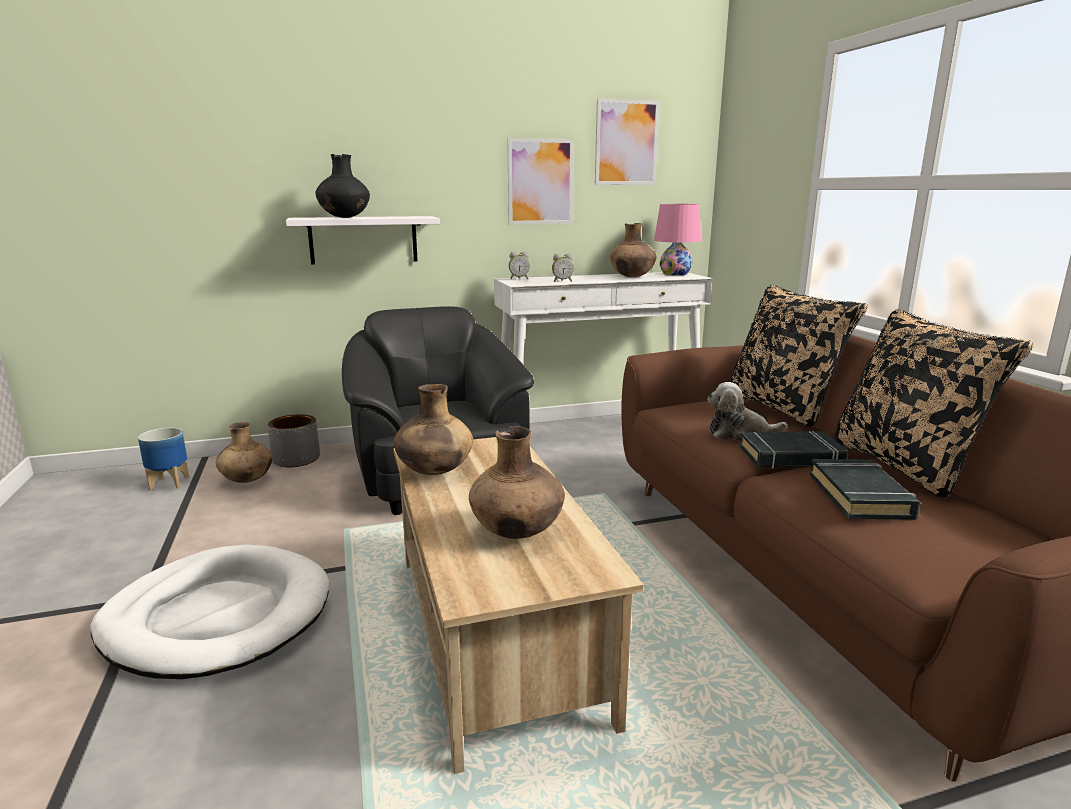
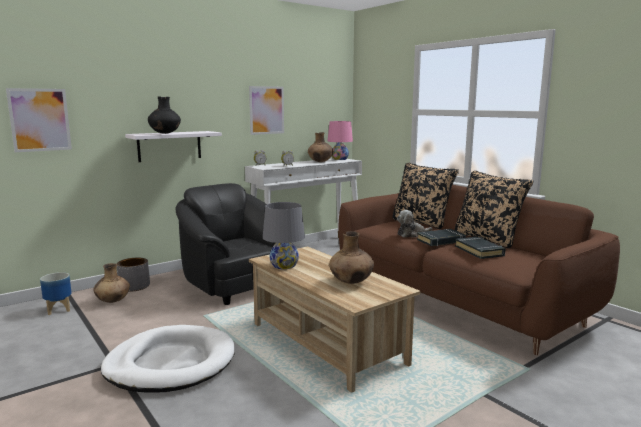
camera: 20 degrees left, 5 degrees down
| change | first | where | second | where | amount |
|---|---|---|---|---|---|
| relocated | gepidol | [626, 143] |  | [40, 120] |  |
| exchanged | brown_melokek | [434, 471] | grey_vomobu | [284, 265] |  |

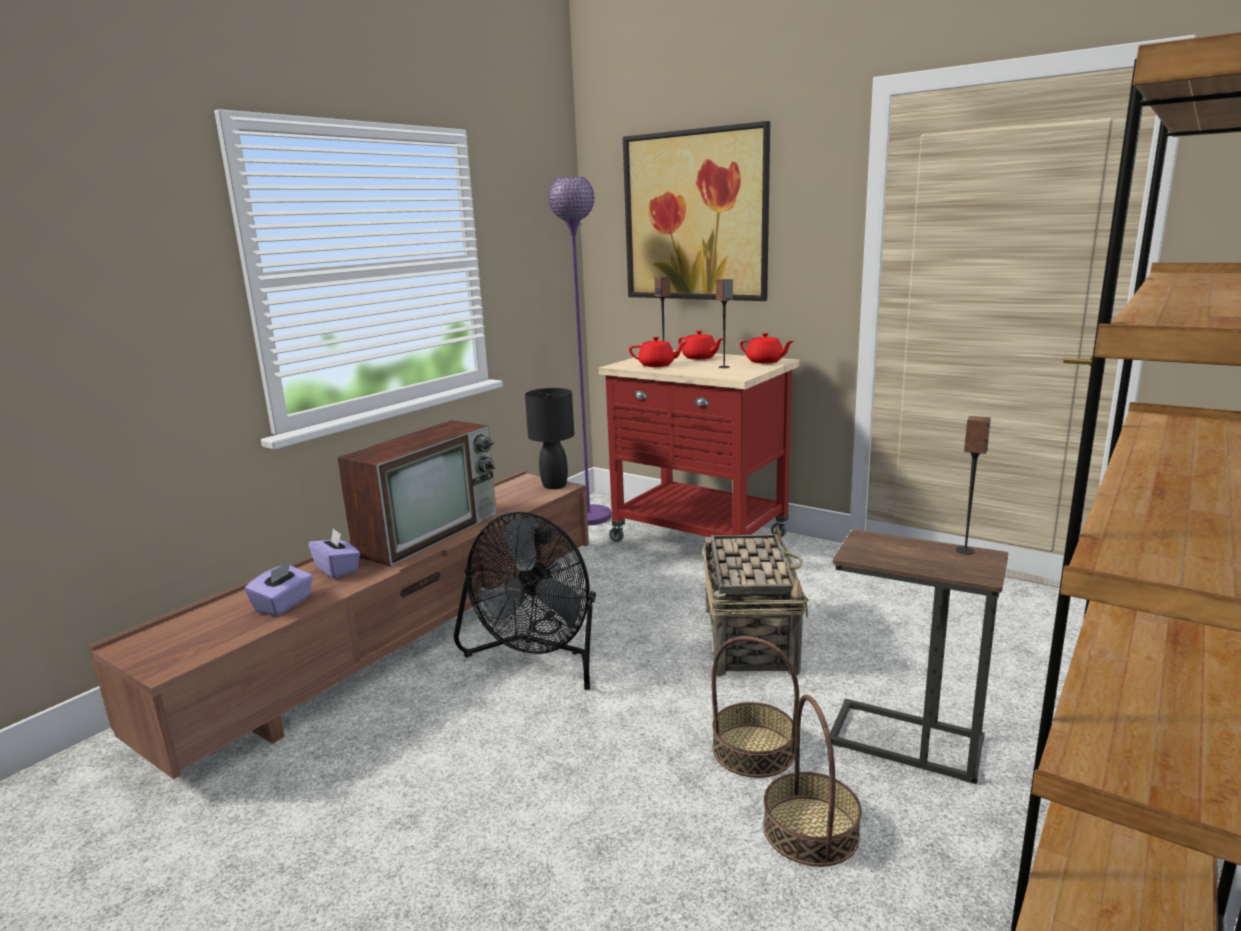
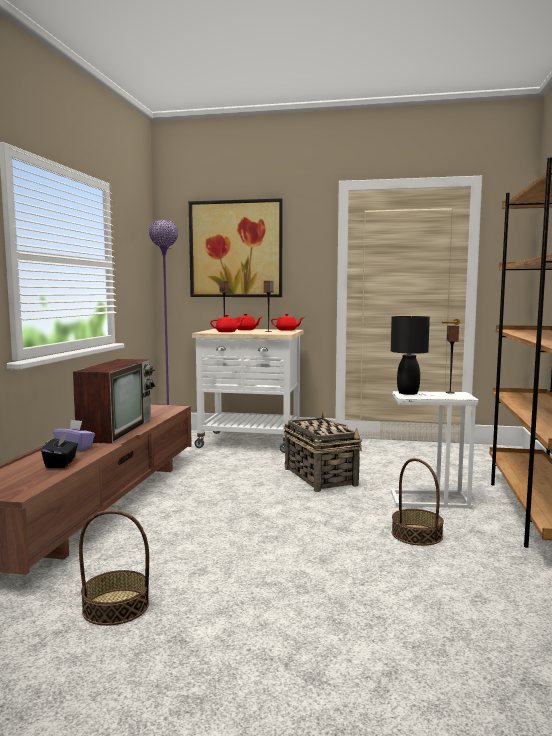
camera: 25 degrees left, 10 degrees down
| change | first | where | second | where | amount |
|---|---|---|---|---|---|
| colour | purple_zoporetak | [284, 604] | black_zoporetak | [61, 463] |  |
| relocated | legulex | [753, 750] |  | [116, 607] |  |
| colour | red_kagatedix | [700, 539] | white_kagatedix | [250, 442] |  |
| relocated | black_vomobu | [554, 485] |  | [407, 393] |  |
| colour | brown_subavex | [906, 740] | white_subavex | [430, 500] |  |
| missing | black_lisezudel | [536, 655] |  |  |  |

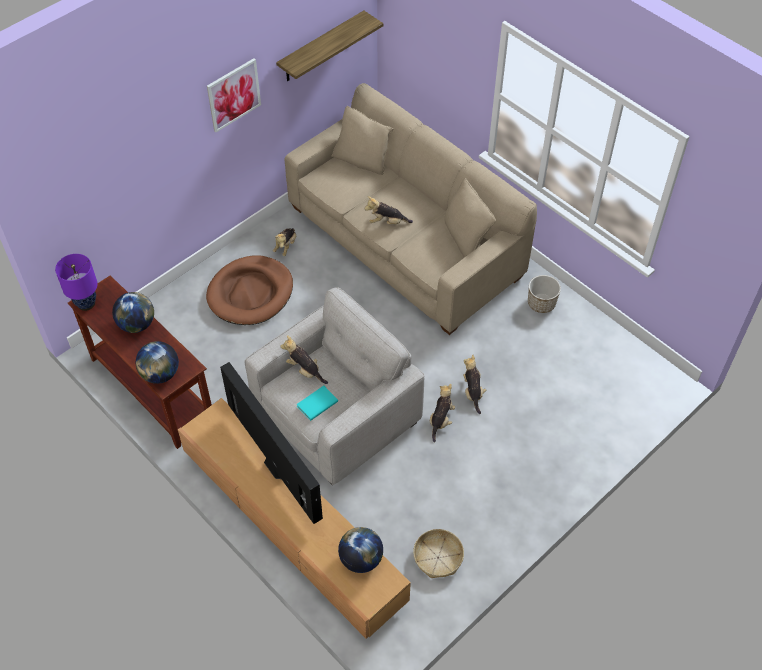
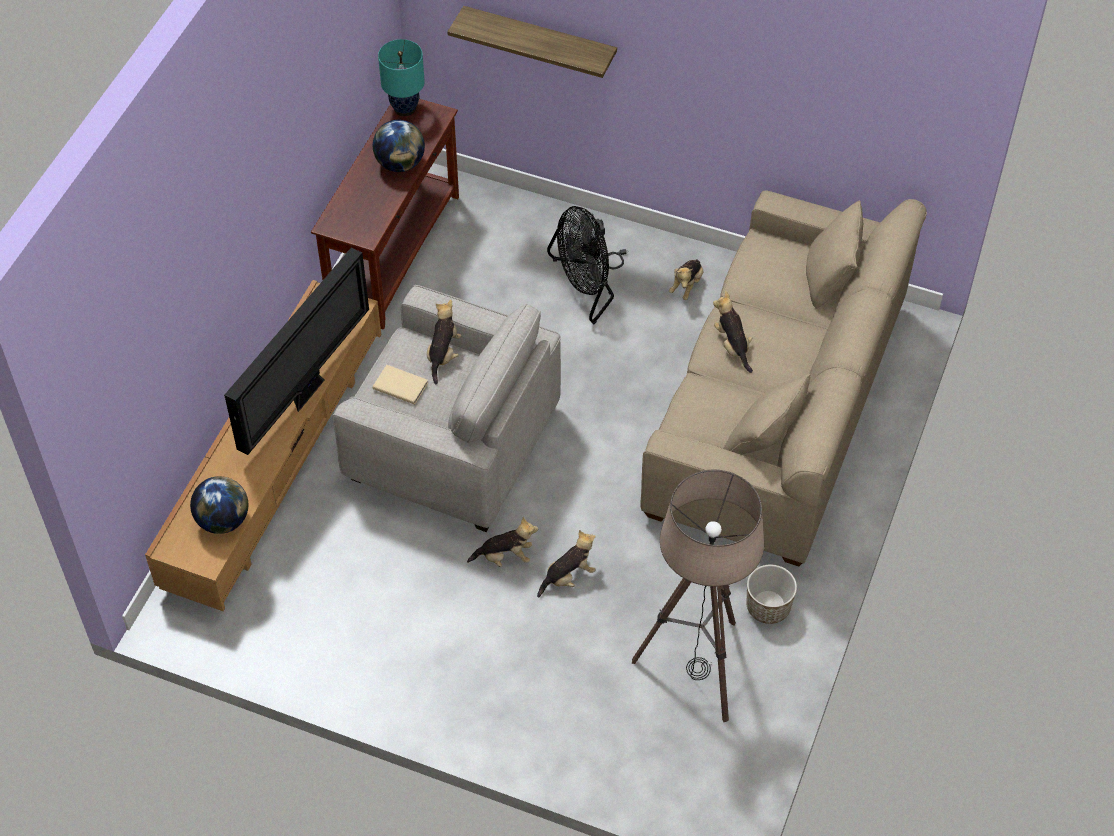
camera: 65 degrees right, 0 degrees up
| change | first | where | second | where | amount |
|---|---|---|---|---|---|
| colour | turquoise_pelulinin | [316, 403] | beige_pelulinin | [400, 385] |  |
| colour | purple_vomobu | [86, 303] | turquoise_vomobu | [405, 108] |  |
| relocated | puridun | [321, 47] |  | [539, 41] |  |
| exchanged | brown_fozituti | [250, 293] | black_lisezudel | [589, 282] |  |
| appeared |  |  | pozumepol | [696, 667] |  |
| spun | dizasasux | [286, 246] |  | [686, 285] | 60 degrees counterclockwise |
| missing | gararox | [160, 374] |  |  |  |
| missing | gepidol | [233, 94] |  |  |  |
| missing | legulex | [438, 557] |  |  |  |

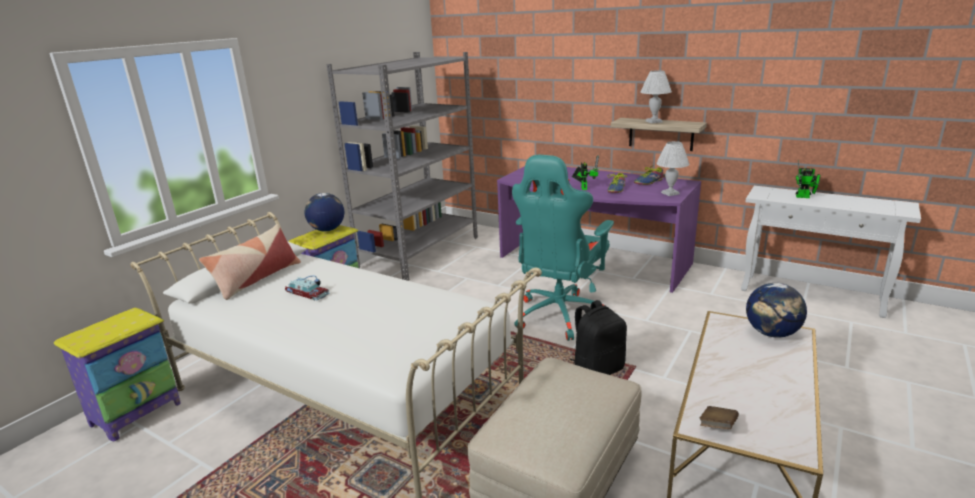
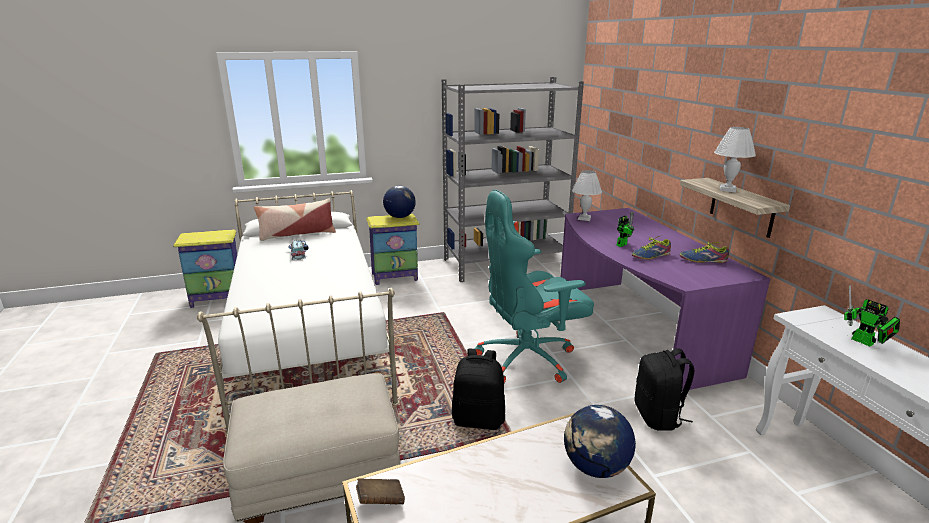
camera: 40 degrees right, 0 degrees up
| change | first | where | second | where | amount |
|---|---|---|---|---|---|
| relocated | white_vomobu | [670, 193] |  | [584, 218] |  |
| appeared |  |  | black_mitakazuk | [658, 417] |  |

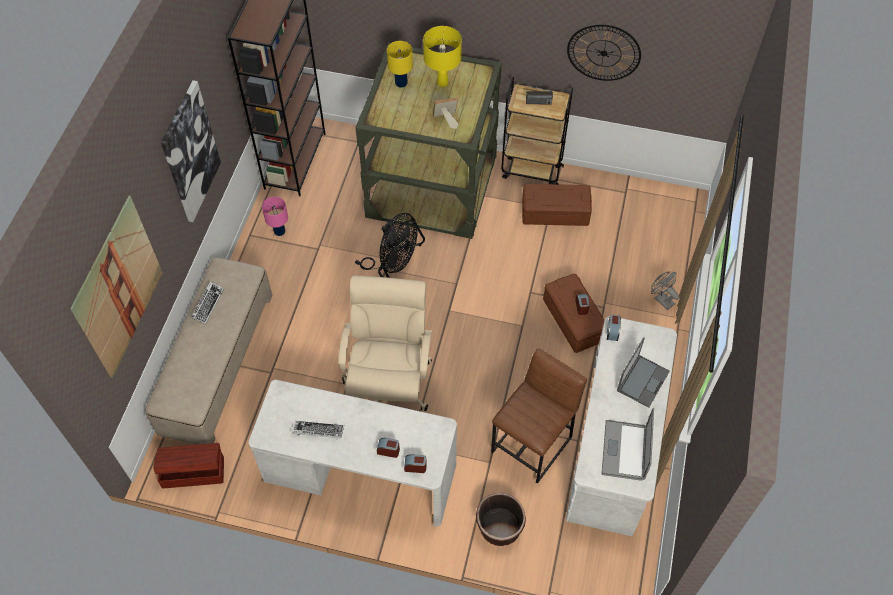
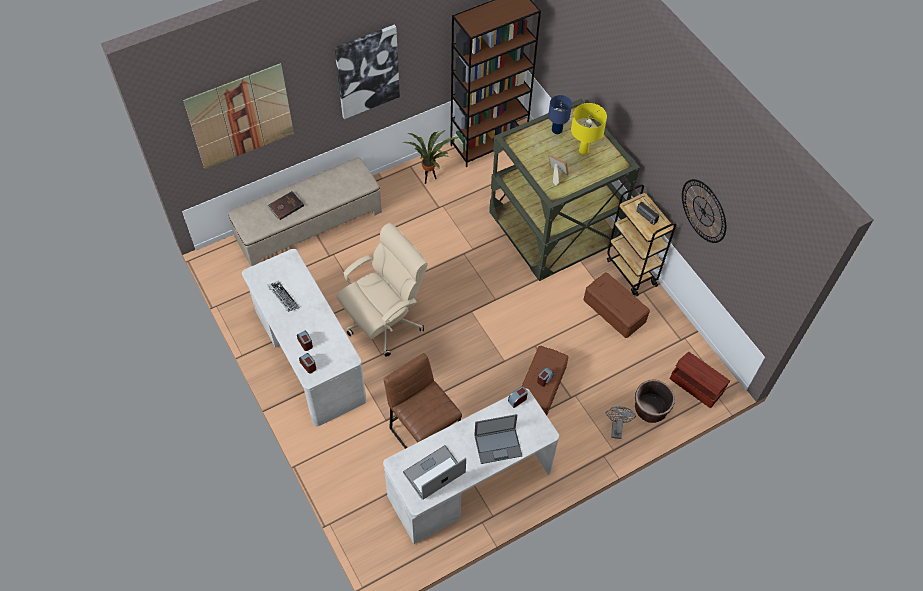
camera: 45 degrees right, 0 degrees up
| change | first | where | second | where | amount |
|---|---|---|---|---|---|
| appeared |  |  | brown_pelulinin | [285, 206] |  |
| spun | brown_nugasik | [532, 443] |  | [423, 434] | 120 degrees counterclockwise |
| exchanged | pink_vomobu | [280, 232] | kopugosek | [429, 179] |  |
| colour | yellow_vomobu | [400, 84] | blue_vomobu | [556, 130] |  |
| relocated | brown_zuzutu | [499, 527] |  | [650, 409] |  |
| relocated | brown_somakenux | [192, 472] |  | [696, 385] |  |
| missing | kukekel | [207, 304] |  |  |  |
| missing | black_lisezudel | [393, 264] |  |  |  |

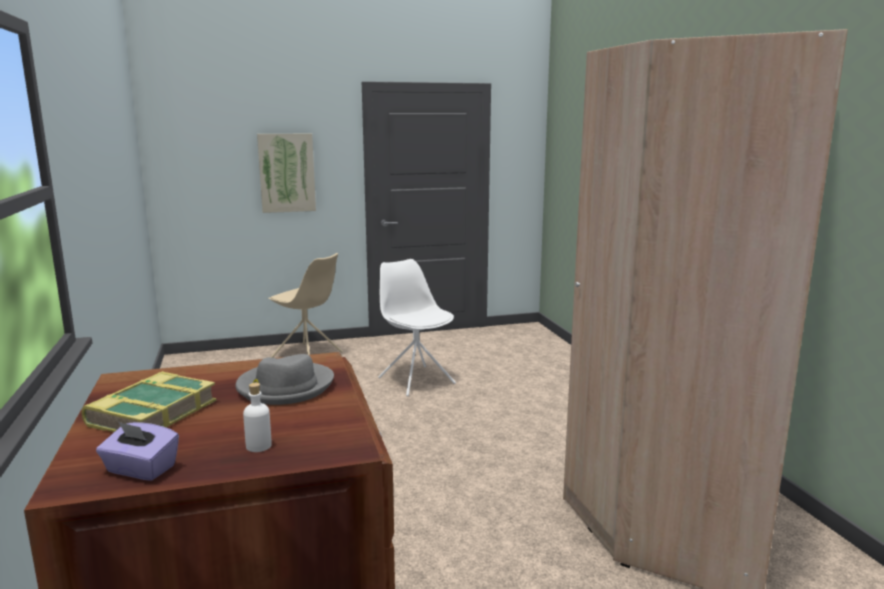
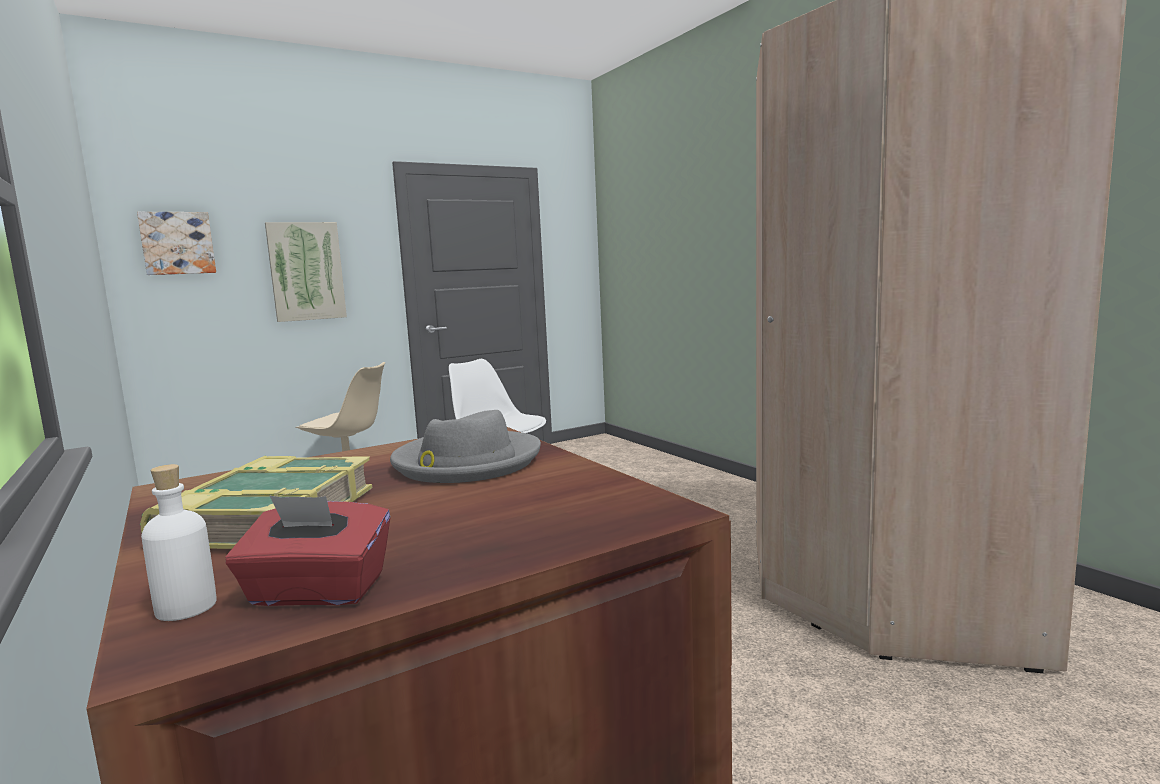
camera: 15 degrees left, 5 degrees down
| change | first | where | second | where | amount |
|---|---|---|---|---|---|
| appeared |  |  | gepidol | [177, 243] |  |
| relocated | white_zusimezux | [259, 446] |  | [186, 607] |  |
| colour | purple_zoporetak | [140, 469] | red_zoporetak | [317, 592] |  |

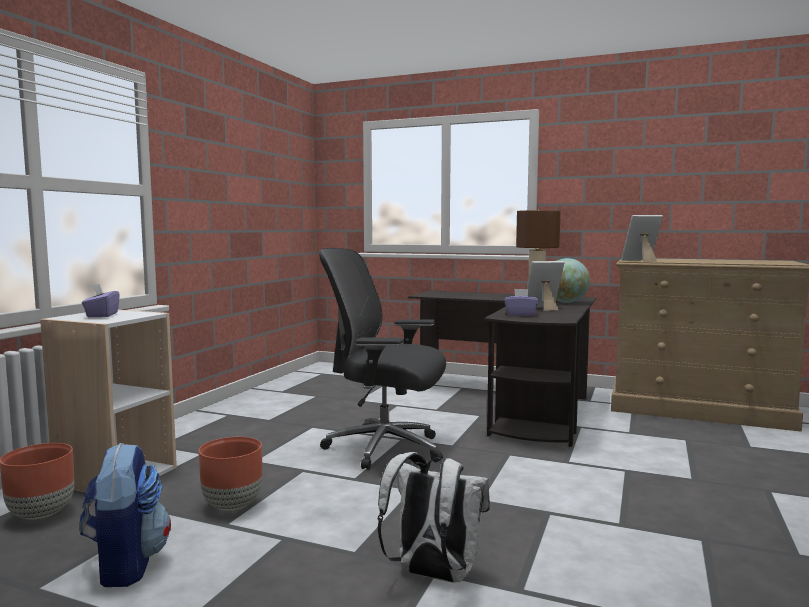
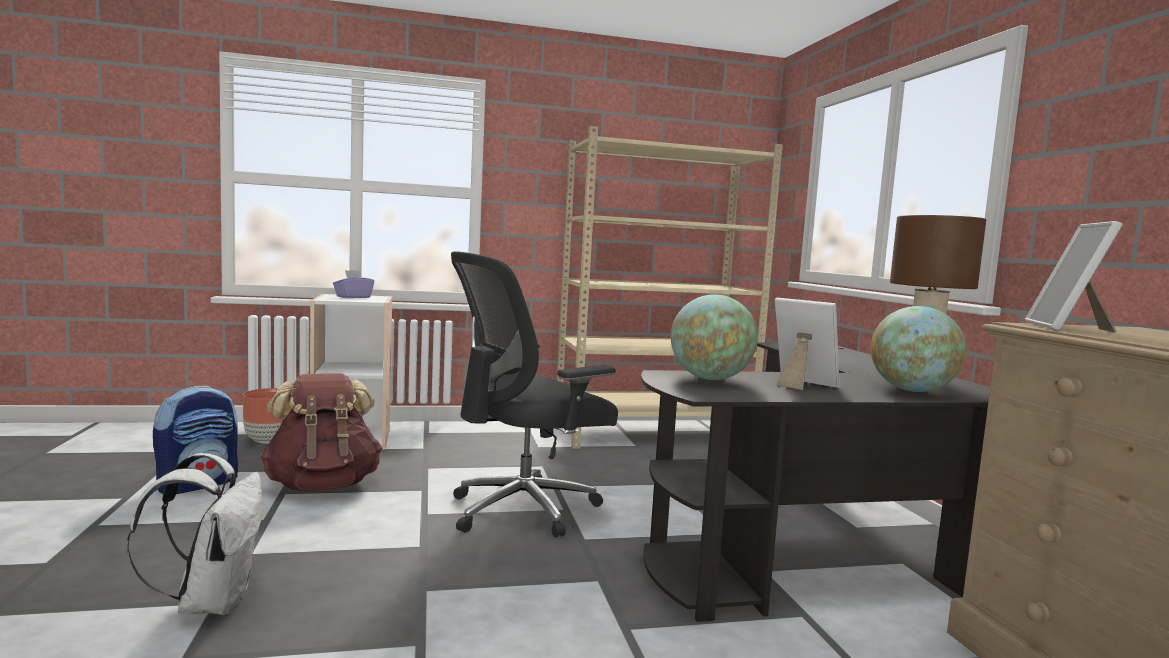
camera: 55 degrees right, 0 degrees up
| change | first | where | second | where | amount |
|---|---|---|---|---|---|
| exchanged | brown_zuzutu | [232, 505] | brown_mitakazuk | [323, 485] |  |
| spun | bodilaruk | [386, 448] |  | [525, 509] | 105 degrees counterclockwise |
| appeared |  |  | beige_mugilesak | [651, 433] |  |
| exchanged | purple_zoporetak | [520, 314] | gararox | [710, 379] |  |
| spun | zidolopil | [641, 260] |  | [1069, 328] | 120 degrees counterclockwise |

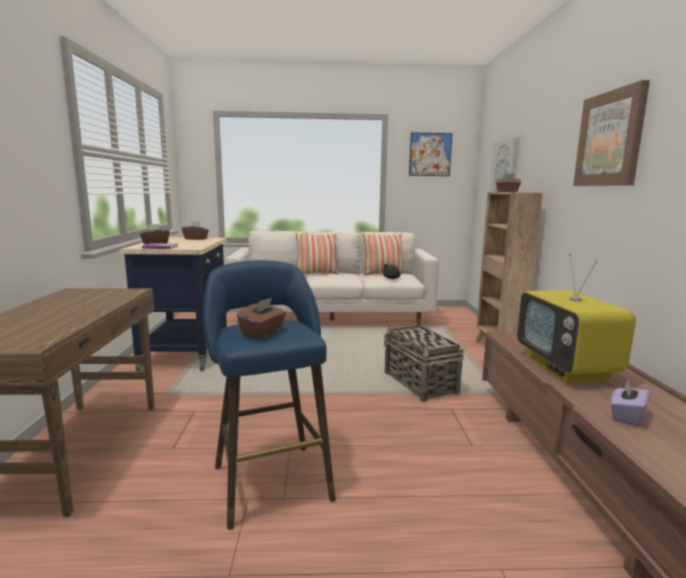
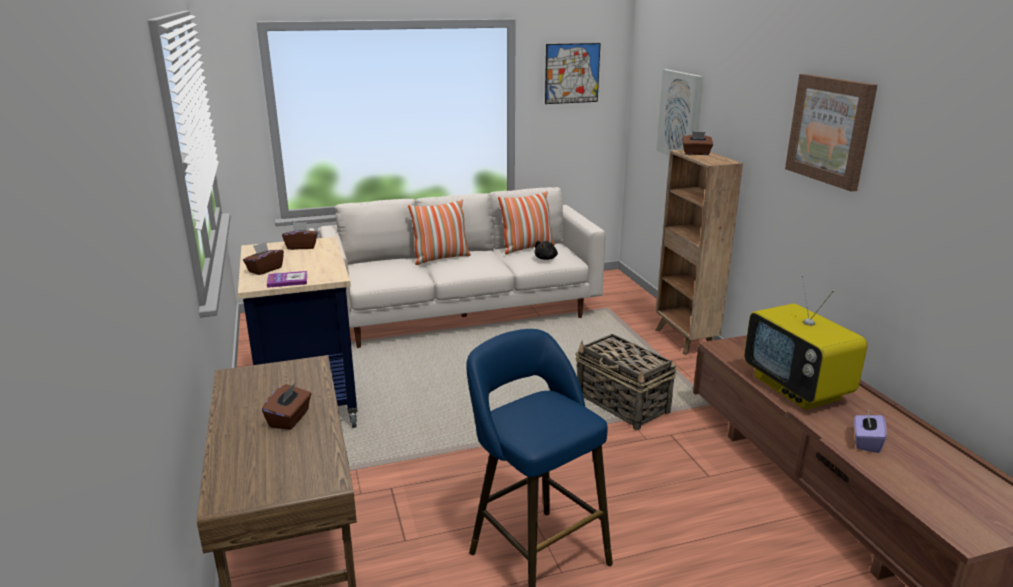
camera: 15 degrees left, 10 degrees up
| change | first | where | second | where | amount |
|---|---|---|---|---|---|
| relocated | brown_zoporetak | [263, 332] |  | [290, 419] |  |

